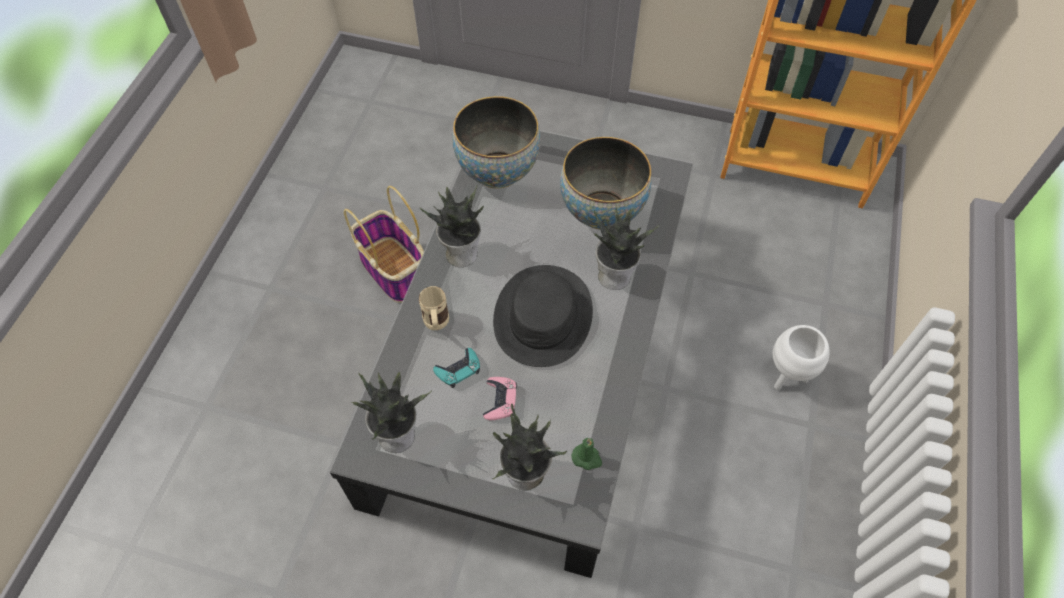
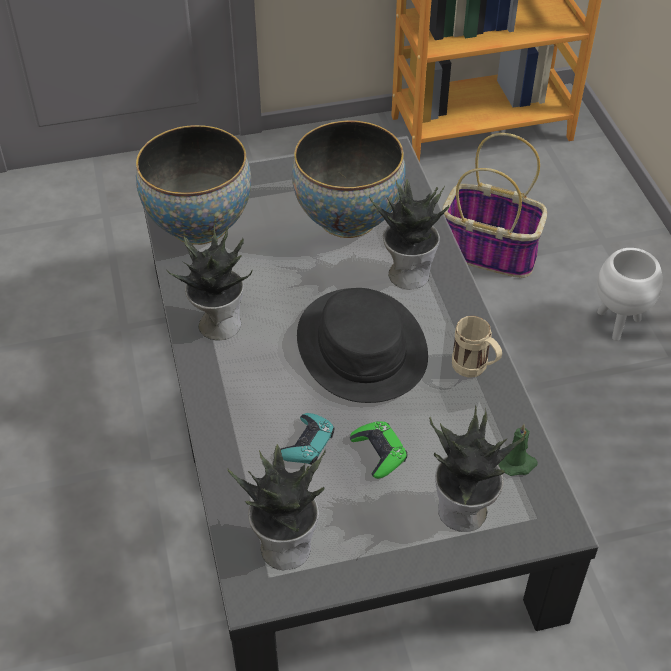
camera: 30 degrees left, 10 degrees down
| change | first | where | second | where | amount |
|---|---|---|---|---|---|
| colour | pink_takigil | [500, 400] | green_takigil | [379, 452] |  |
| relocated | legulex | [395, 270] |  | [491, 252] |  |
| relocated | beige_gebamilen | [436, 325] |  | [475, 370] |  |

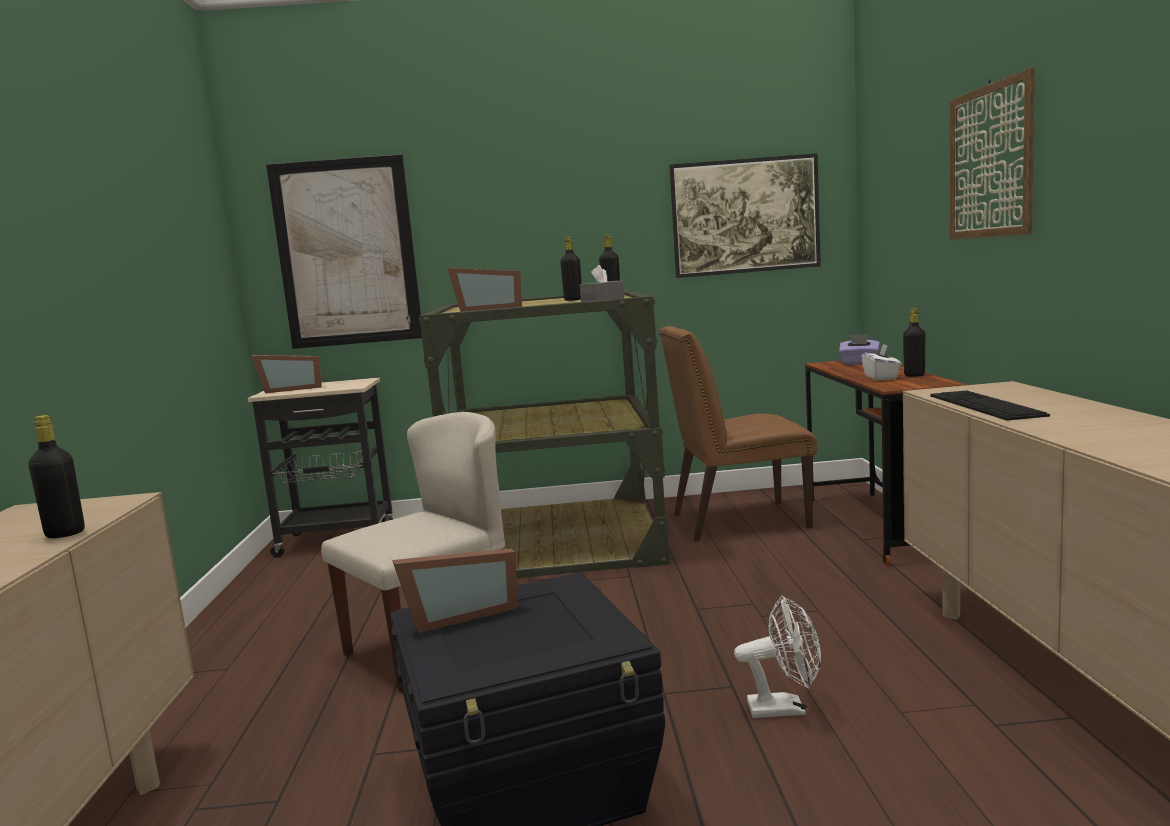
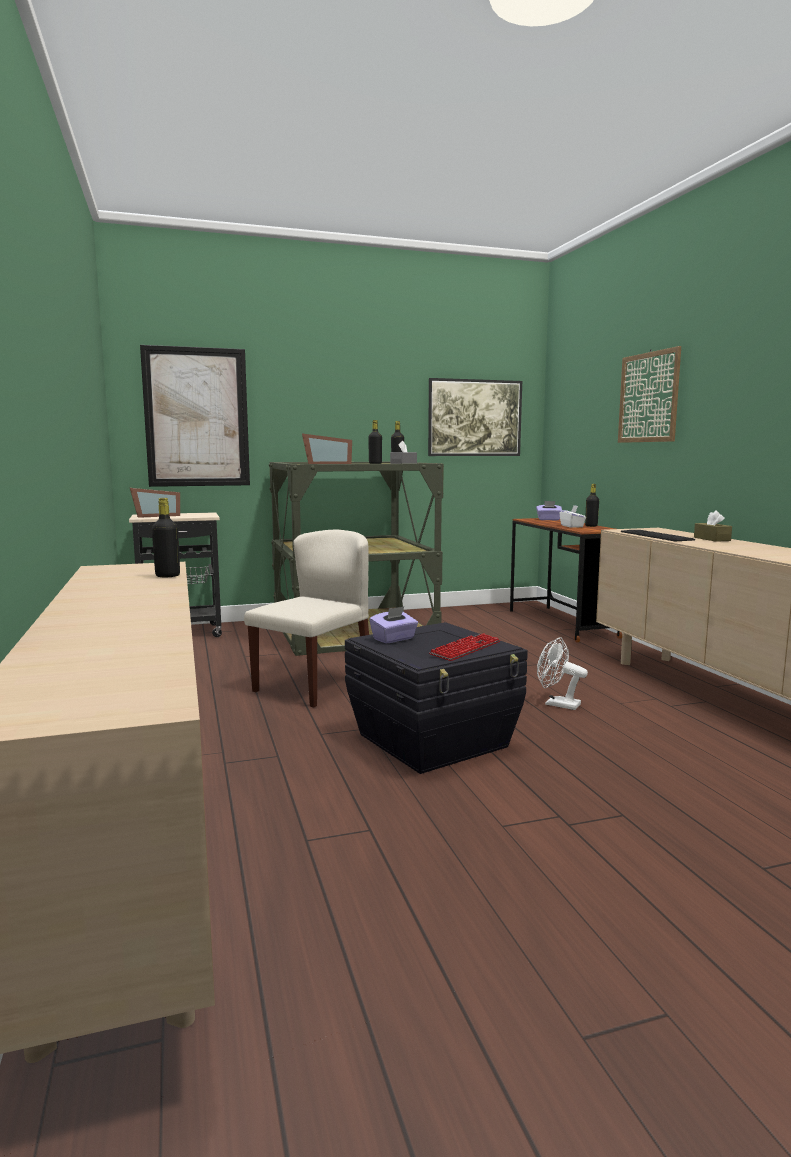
camera: 15 degrees left, 0 degrees up
| change | first | where | second | where | amount |
|---|---|---|---|---|---|
| exchanged | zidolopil | [459, 615] | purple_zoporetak | [394, 639] |  |
| appeared |  |  | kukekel | [465, 649] |  |
| spun | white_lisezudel | [785, 708] |  | [557, 704] | 135 degrees counterclockwise |
| appeared |  |  | brown_zoporetak | [712, 539] |  |
| missing | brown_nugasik | [740, 521] |  |  |  |

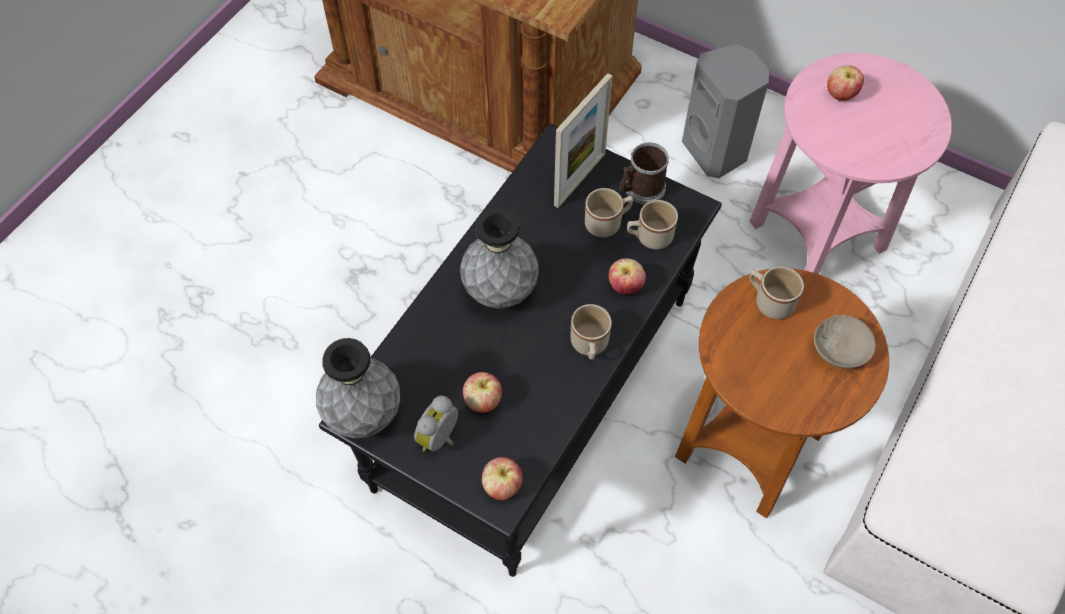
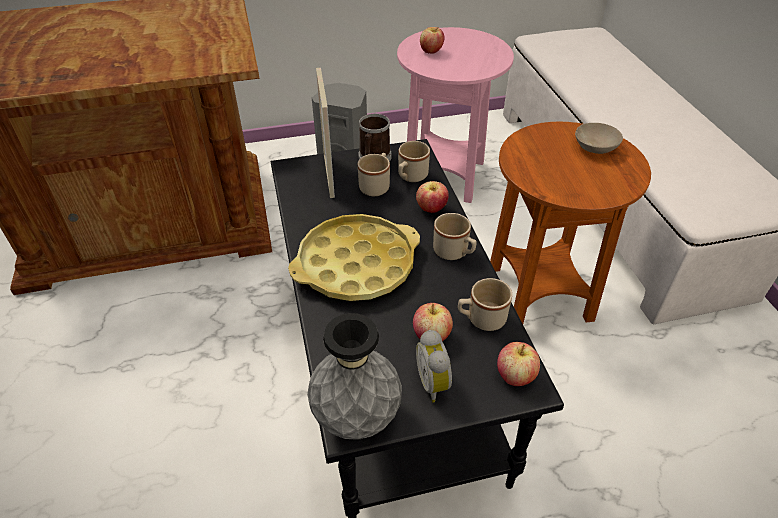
camera: 45 degrees left, 15 degrees down
| change | first | where | second | where | amount |
|---|---|---|---|---|---|
| exchanged | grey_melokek | [500, 291] | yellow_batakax | [356, 264] |  |
| relocated | beige_gebamilen | [769, 301] |  | [481, 319] |  |

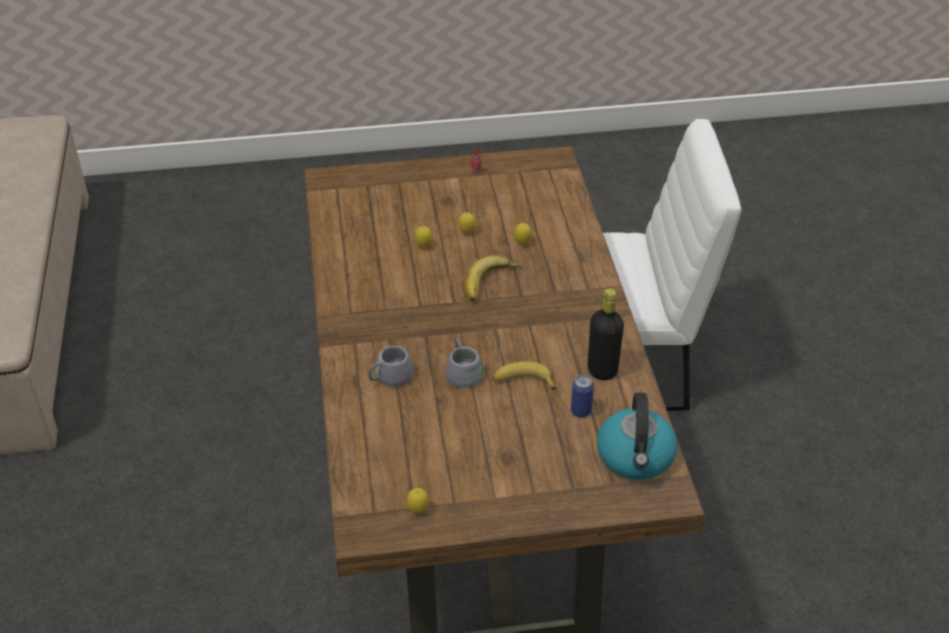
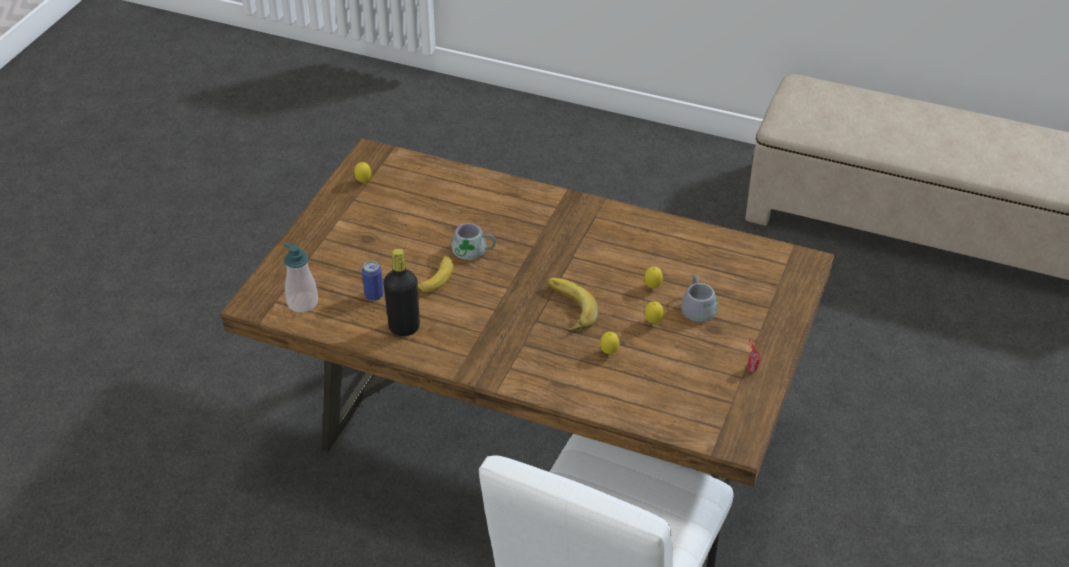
camera: 120 degrees right, 0 degrees up
| change | first | where | second | where | amount |
|---|---|---|---|---|---|
| exchanged | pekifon | [635, 457] | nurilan | [302, 303] |  |
| relocated | grey_gebamilen | [387, 374] |  | [701, 306] |  |

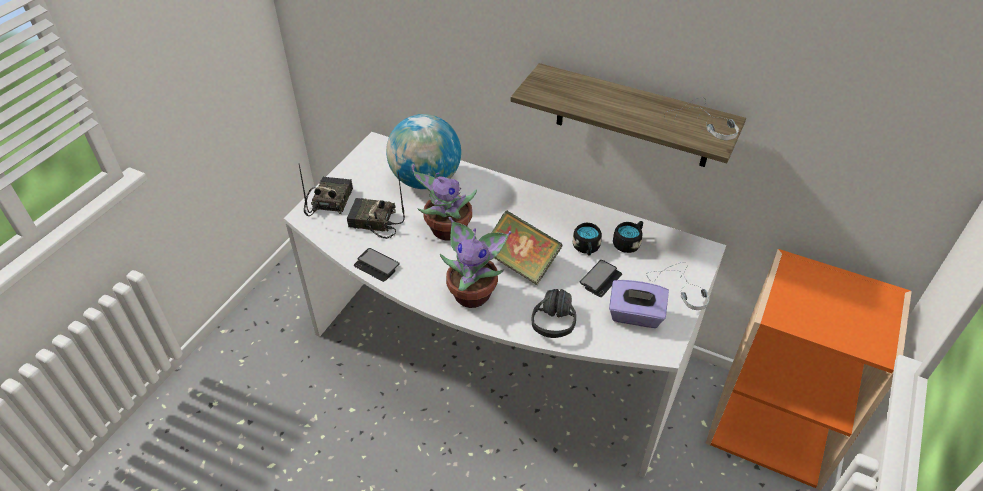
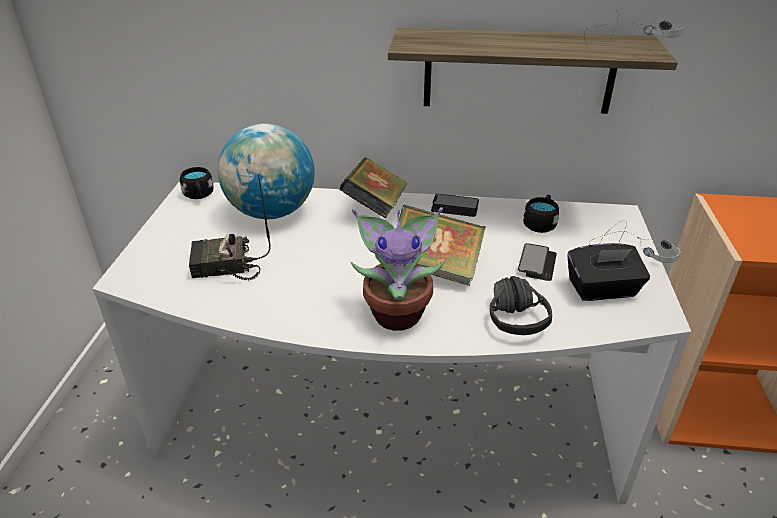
camera: 20 degrees left, 10 degrees down
| change | first | where | second | where | amount |
|---|---|---|---|---|---|
| relocated | black_gebamilen | [586, 248] |  | [199, 195] |  |
| appeared |  |  | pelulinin | [375, 208] |  |
| relocated | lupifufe | [376, 265] |  | [455, 207] |  |
| colour | purple_zoporetak | [635, 316] | black_zoporetak | [602, 290] |  |
| missing | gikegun | [328, 201] |  |  |  |
| missing | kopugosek | [446, 230] |  |  |  |

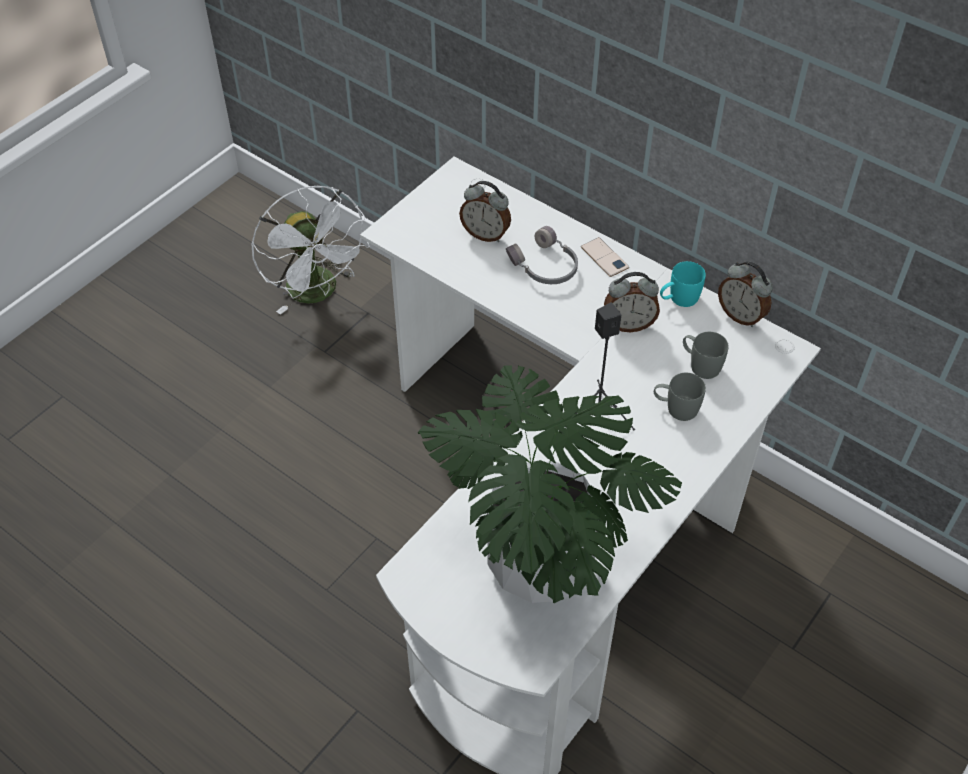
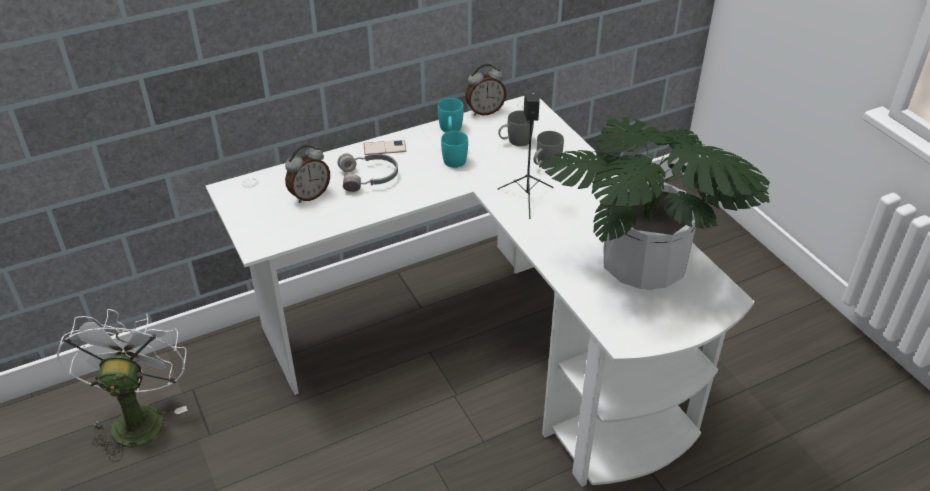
camera: 65 degrees left, 10 degrees down
| change | first | where | second | where | amount |
|---|---|---|---|---|---|
| spun | white_lisezudel | [318, 293] |  | [138, 417] | 90 degrees counterclockwise |
| exchanged | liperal | [628, 324] | turquoise_gebamilen | [456, 158] |  |

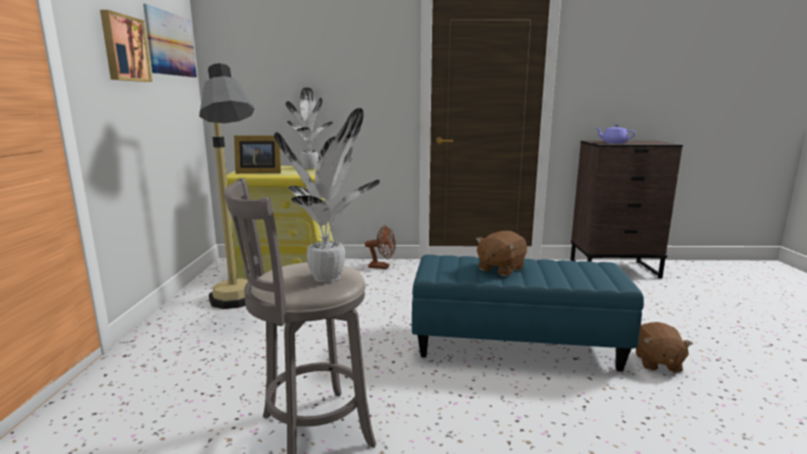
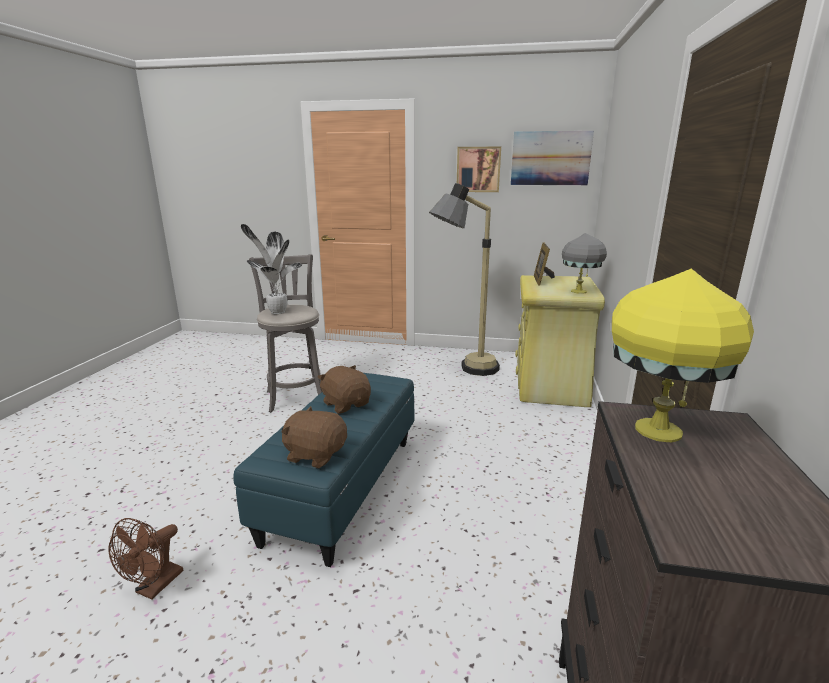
camera: 100 degrees right, 5 degrees up
| change | first | where | second | where | amount |
|---|---|---|---|---|---|
| relocated | brown_lisezudel | [382, 267] |  | [154, 587] |  |
| relocated | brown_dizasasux | [657, 362] |  | [315, 454] |  |
| exchanged | kopugosek | [310, 167] | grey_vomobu | [579, 291] |  |
| exchanged | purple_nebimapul | [613, 143] | yellow_vomobu | [657, 431] |  |

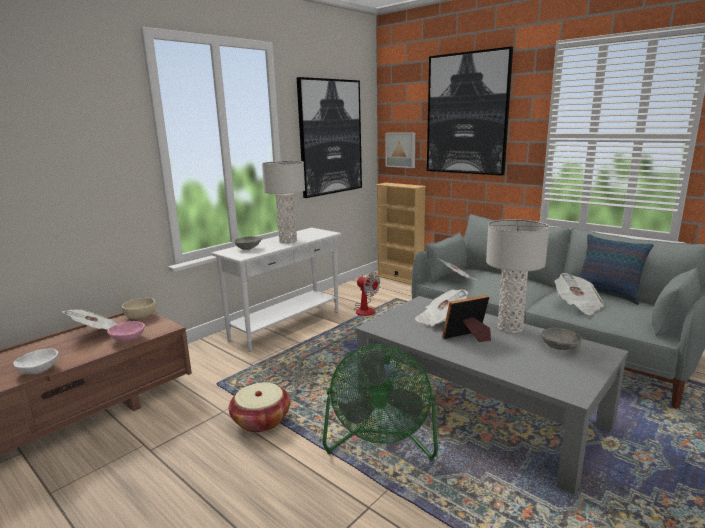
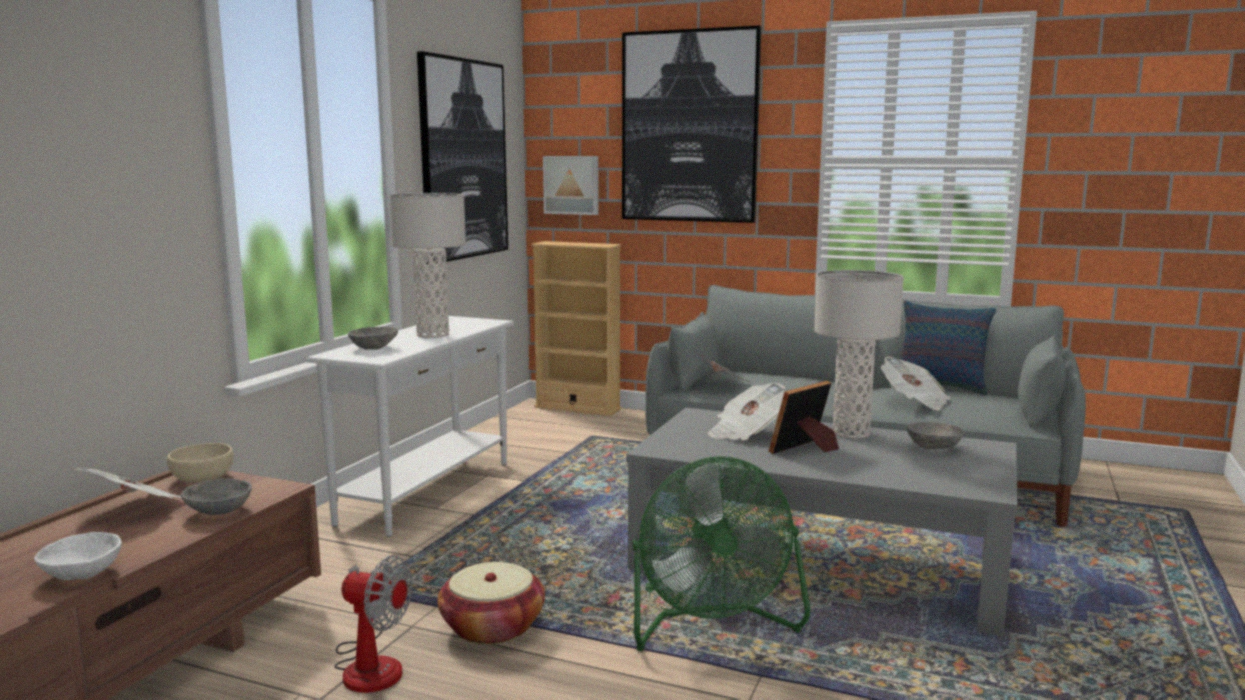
camera: 20 degrees left, 5 degrees down
| change | first | where | second | where | amount |
|---|---|---|---|---|---|
| colour | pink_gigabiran | [127, 339] | grey_gigabiran | [218, 512] |  |
| relocated | lisezudel | [365, 309] |  | [370, 664] |  |

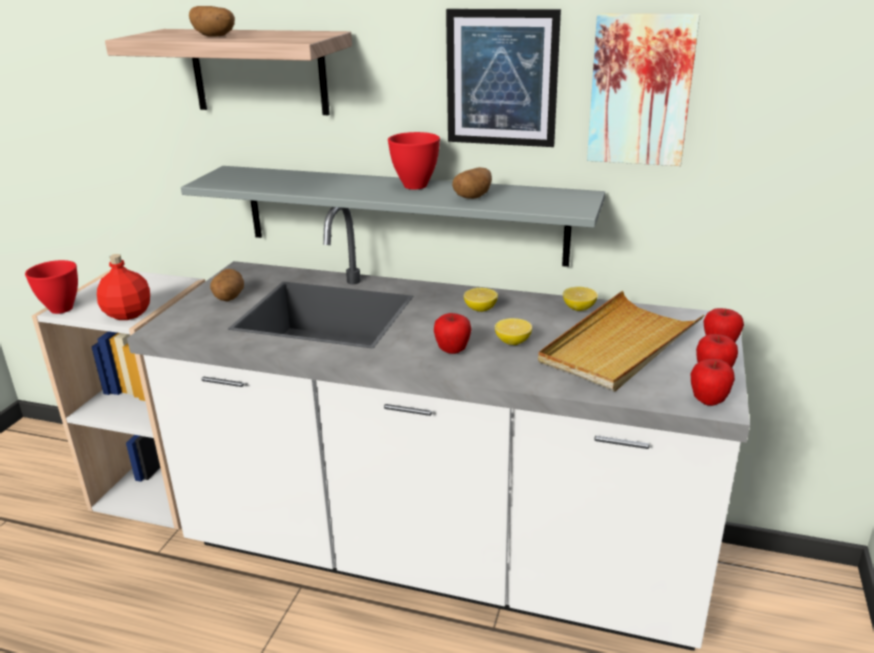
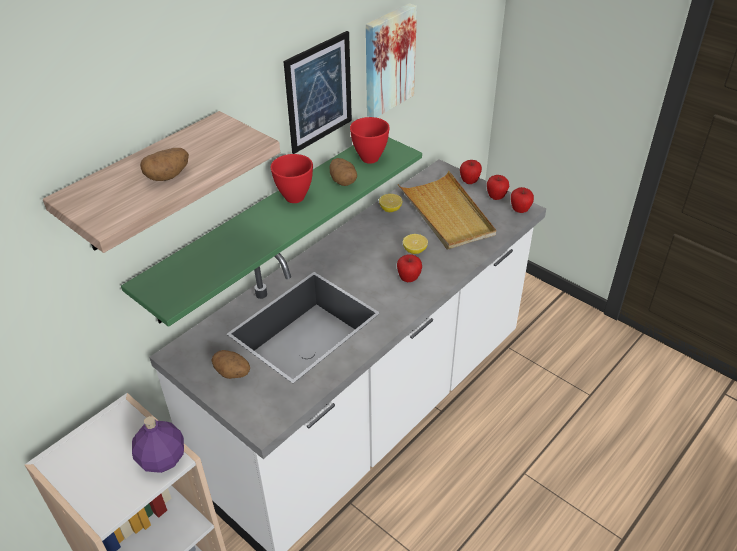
camera: 65 degrees left, 15 degrees up
| change | first | where | second | where | amount |
|---|---|---|---|---|---|
| colour | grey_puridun | [402, 214] | green_puridun | [267, 224] |  |
| colour | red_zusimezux | [128, 314] | purple_zusimezux | [163, 458] |  |
| relocated | red_gigabiran | [62, 309] |  | [370, 158] |  |
| missing | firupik | [480, 309] |  |  |  |

